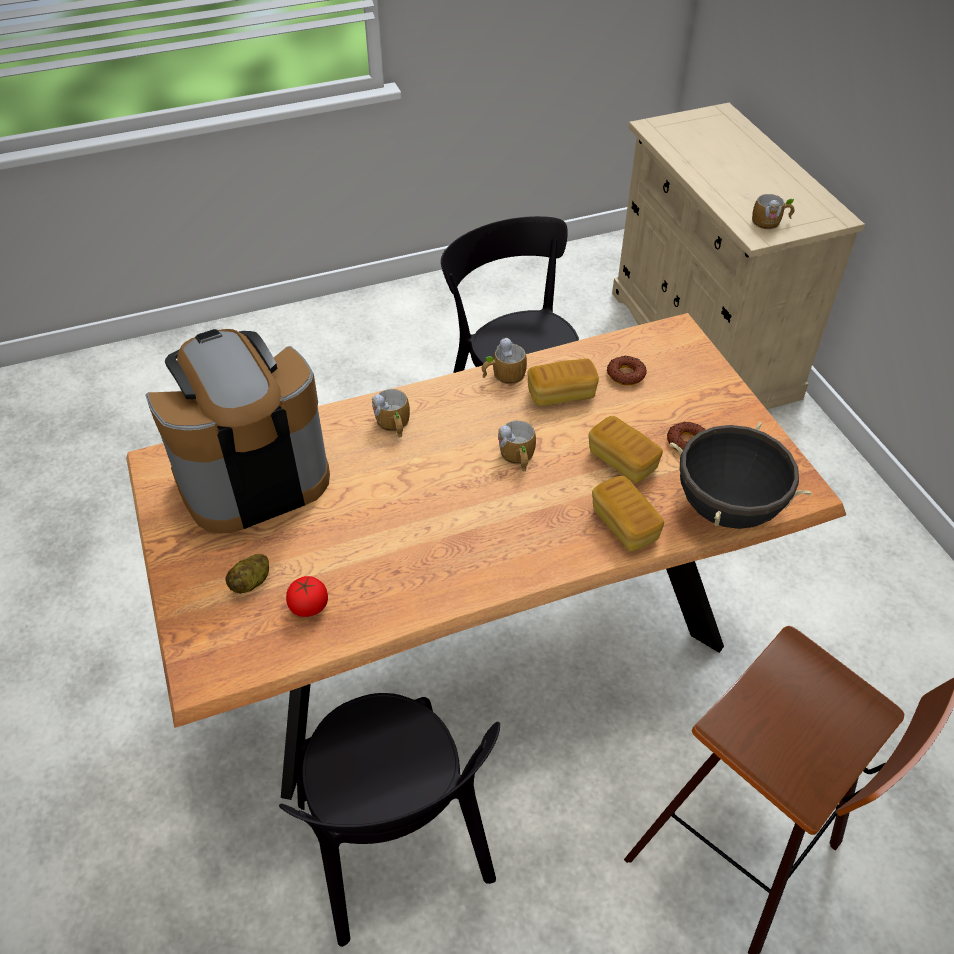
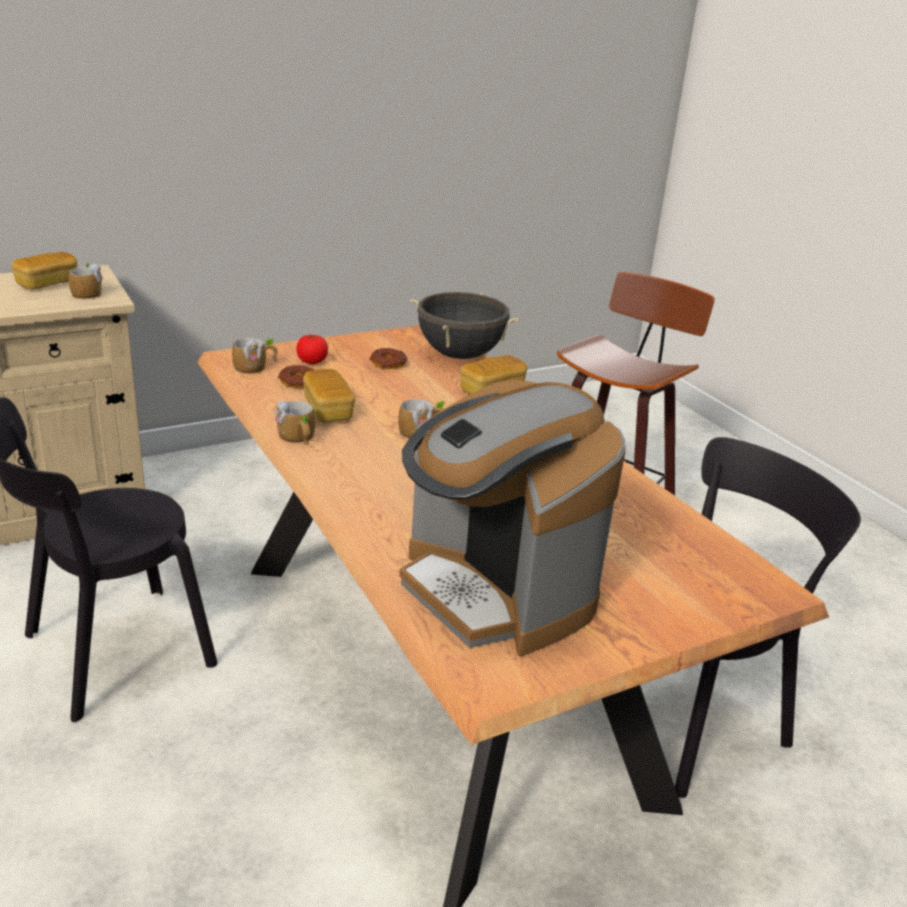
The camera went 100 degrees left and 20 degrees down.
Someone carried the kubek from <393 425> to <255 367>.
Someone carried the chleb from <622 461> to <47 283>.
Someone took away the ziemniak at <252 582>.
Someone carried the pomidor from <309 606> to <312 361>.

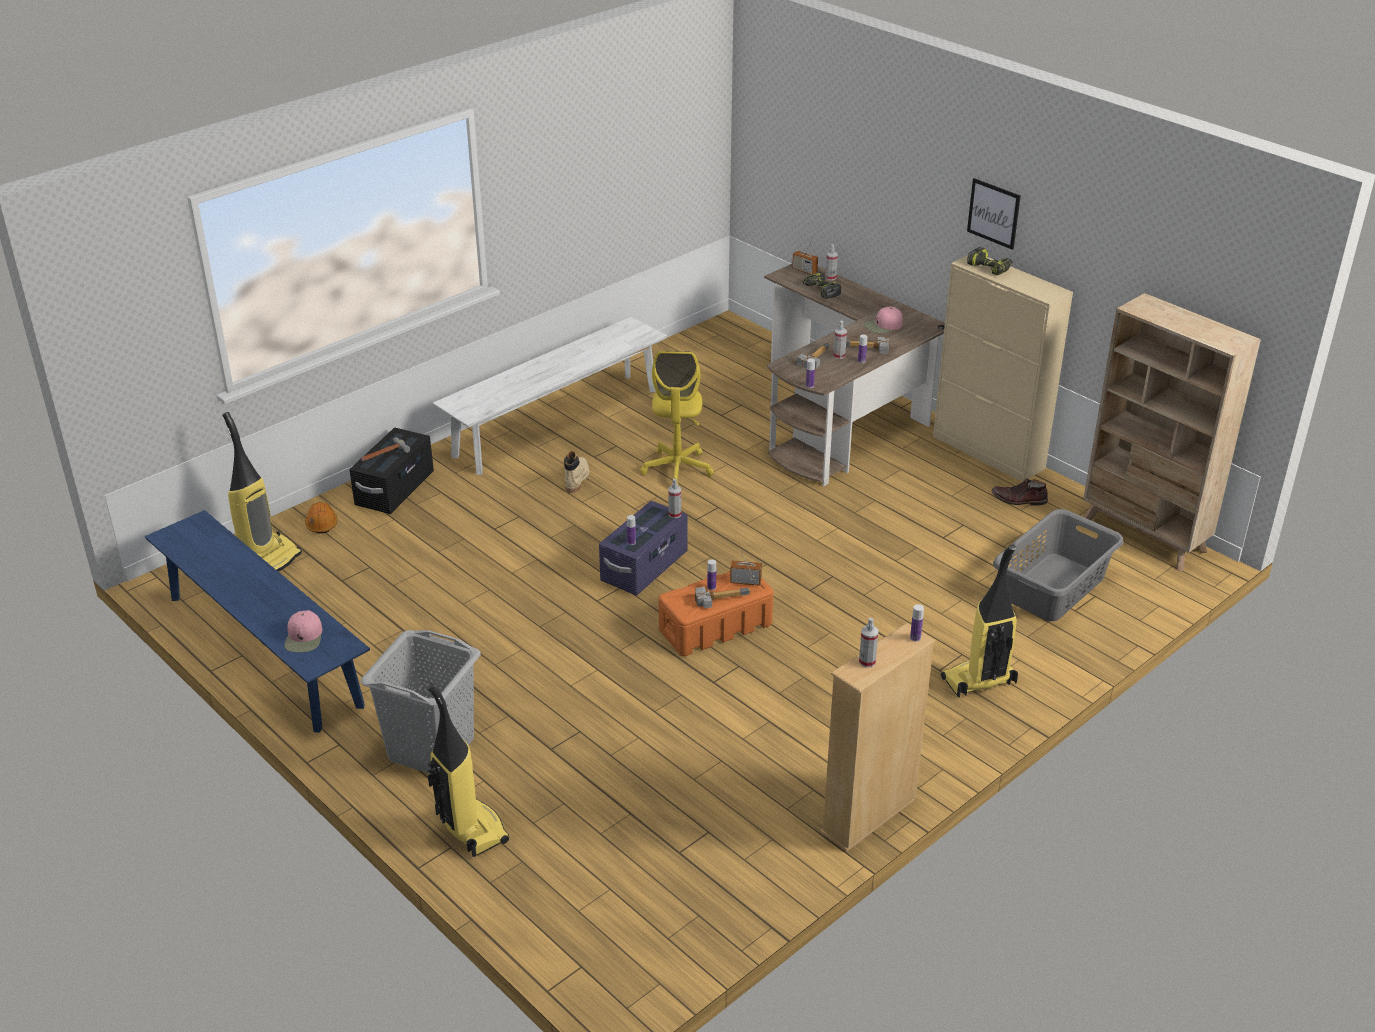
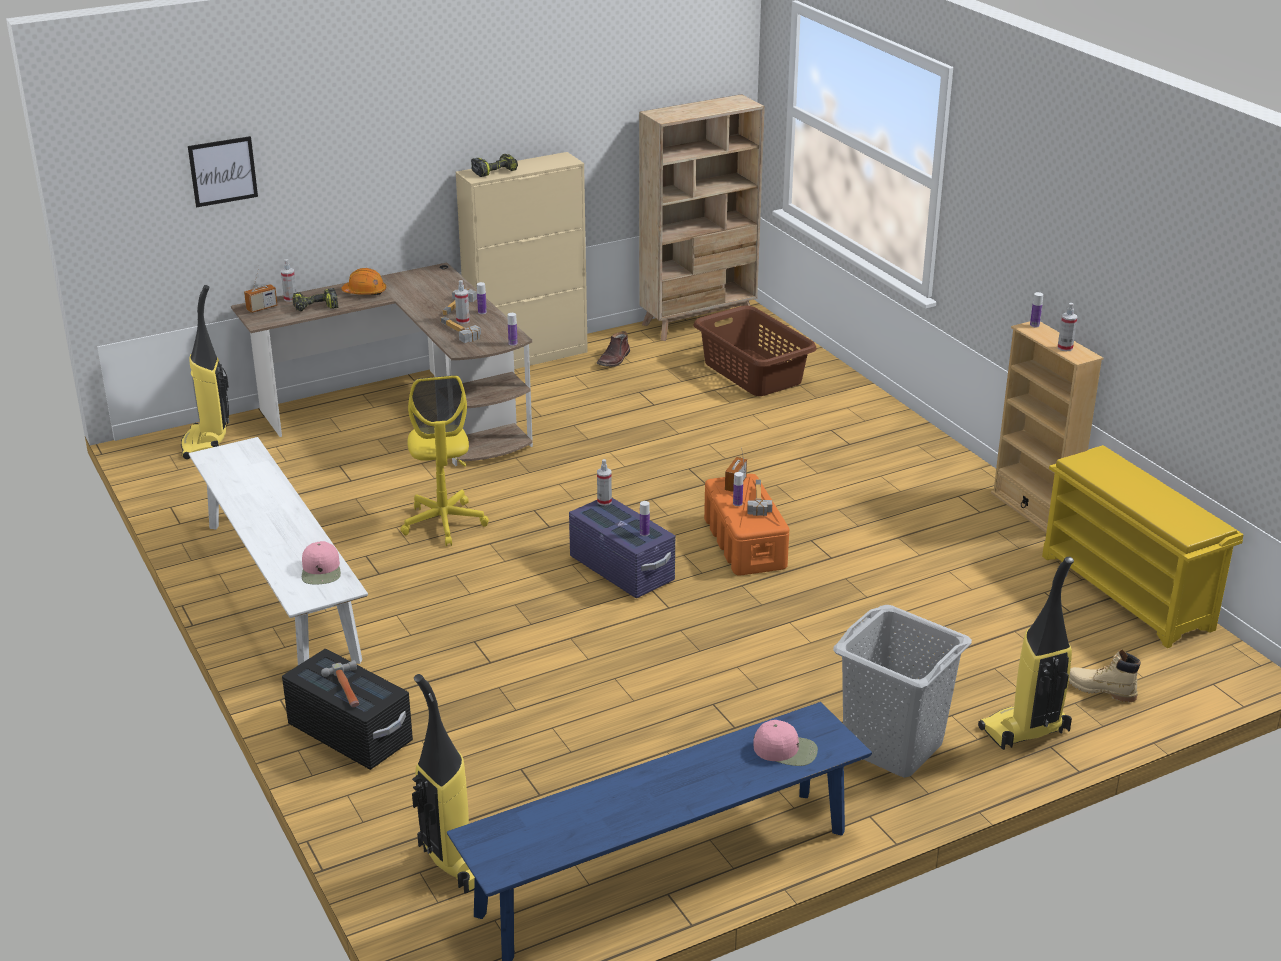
The camera went 75 degrees left and 5 degrees down.
Someone carried the obraz from <993 213> to <223 171>.
Someone carried the czapka z daszkiem (różowy) from <883 325> to <321 570>.
Someone rotated the krzesło biurowe (żółty) at <677 469> by 60 degrees clockwise.
Someone carried the but z cholewką (beżowy) from <576 479> to <1100 690>.
Someone carried the kask (pomarańczowy) from <322 524> to <365 292>.
Someone repainted the kosz na pranie (szary) at <1054 587>, which became the kosz na pranie (brązowy) at <753 372>.
Someone carried the odkurzacz from <978 682> to <206 443>.
Someone put down the regał na buty (żółty) at <1128 592>.

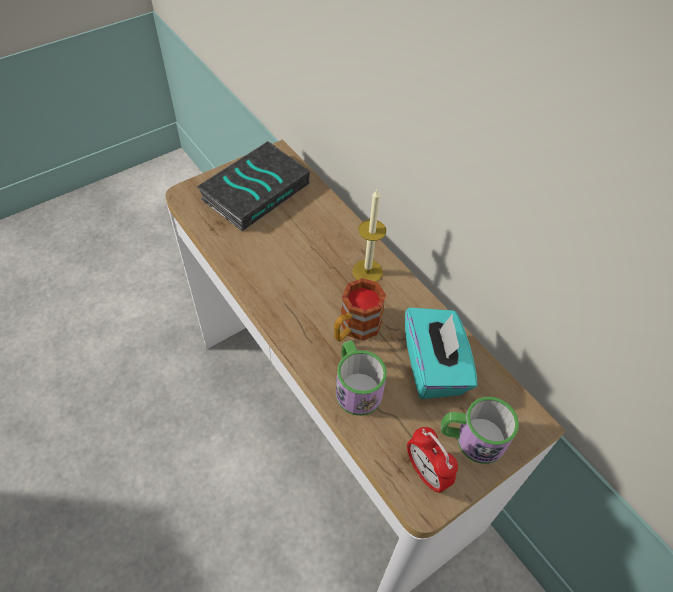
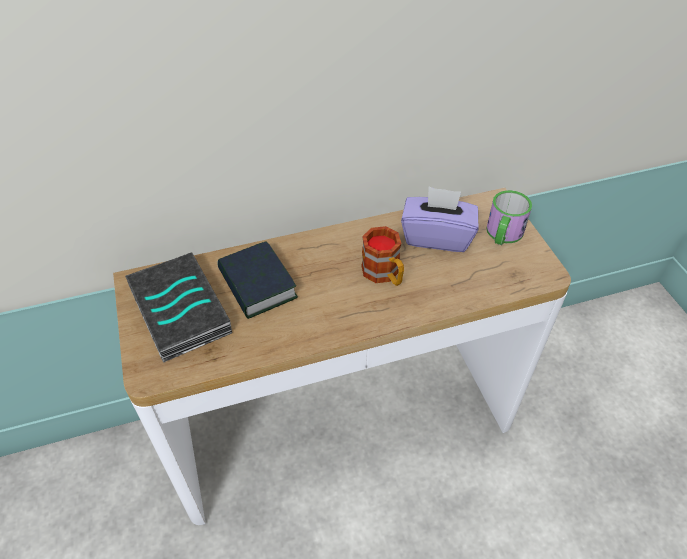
The camera went 70 degrees left and 5 degrees down.
Someone took away the świeca at <367 271>.
Someone repainted the pudełko chusteczek (turkusowy) at <434 367>, which became the pudełko chusteczek (fioletowy) at <437 236>.
Someone took away the kubek at <355 386>.
Someone took away the budzik at <426 472>.
Someone put down the książka at <257 285>.

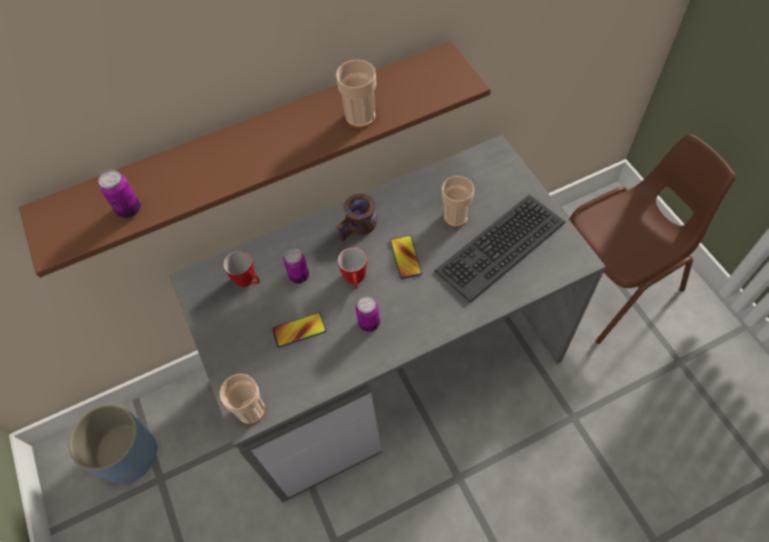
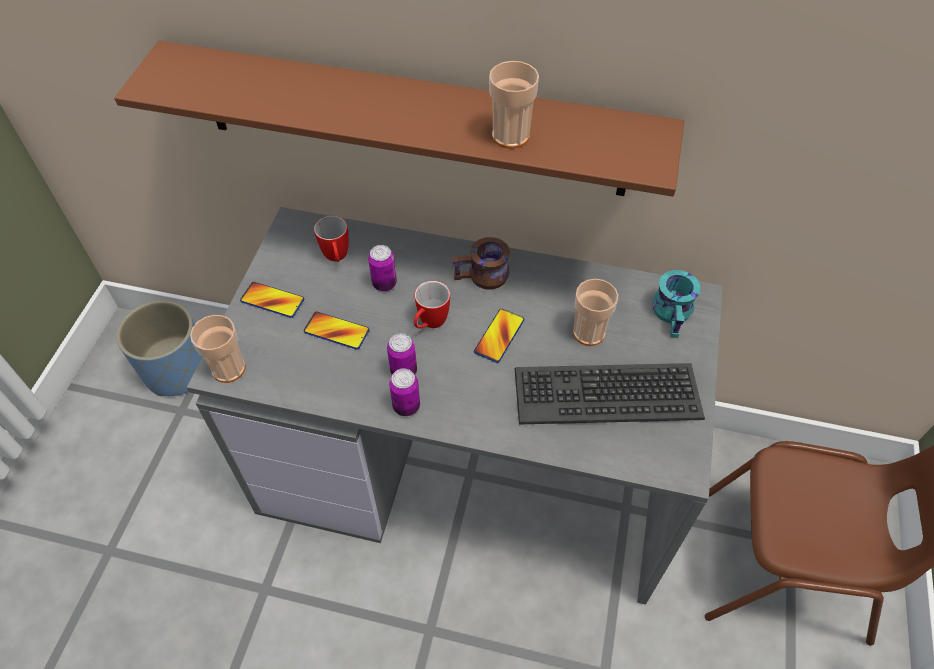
The camera went 35 degrees right and 5 degrees down.
Someone carried the puszka from <129 209> to <406 406>.
Someone put down the kubek (turkusowy) at <675 314>.
Someone put down the telefon at <272 300>.

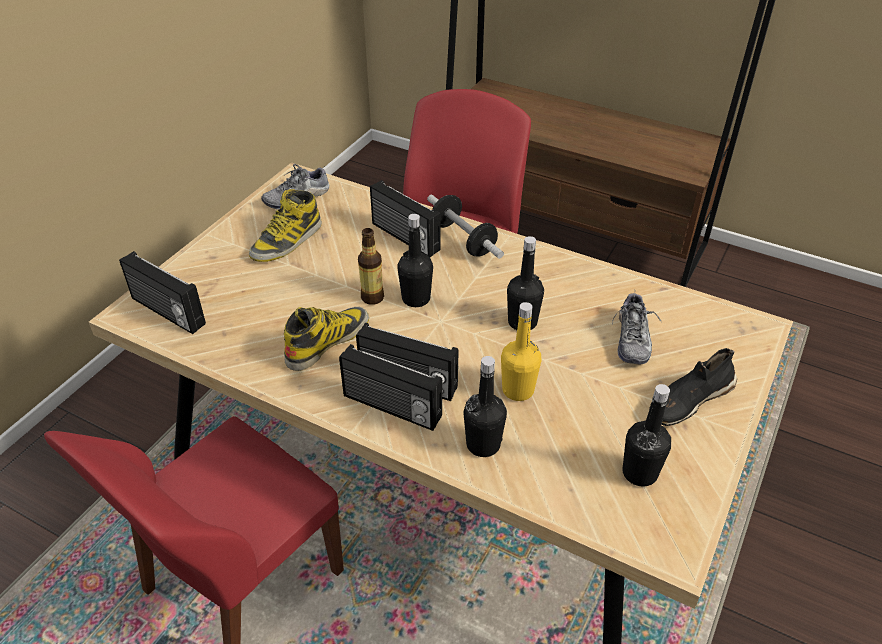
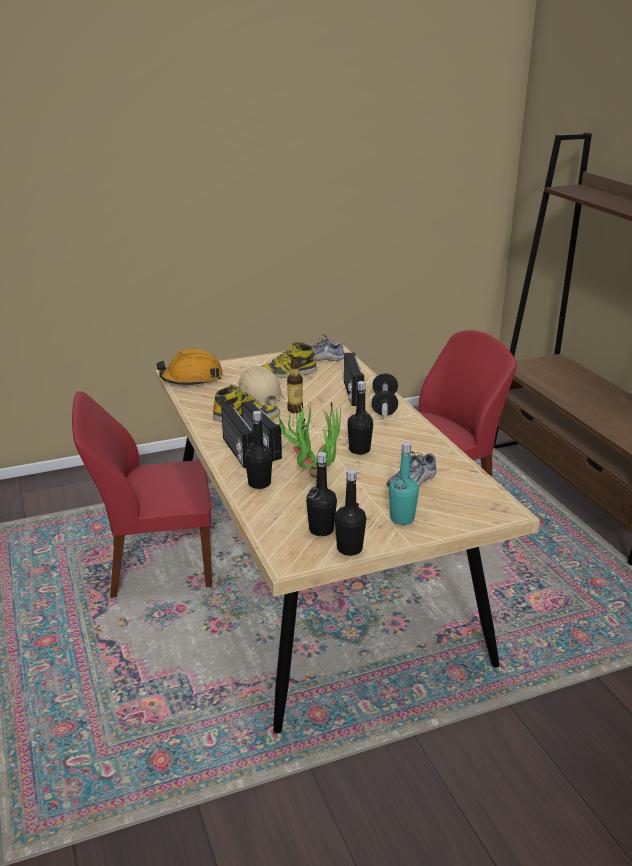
The camera went 40 degrees right and 15 degrees down.
Someone carried the butelka (czarny) from <416 298> to <349 549>.
Someone swapped the radio at <167 312> for the kask (pomarańczowy) at <191 379>.
Someone swapped the butelka (żółty) at <518 390> for the roślina doniczkowa at <311 473>.
Someone swapped the but (czarny) at <689 399> for the butelka (turkusowy) at <402 518>.
Someone put down the kask (beżowy) at <258 394>.

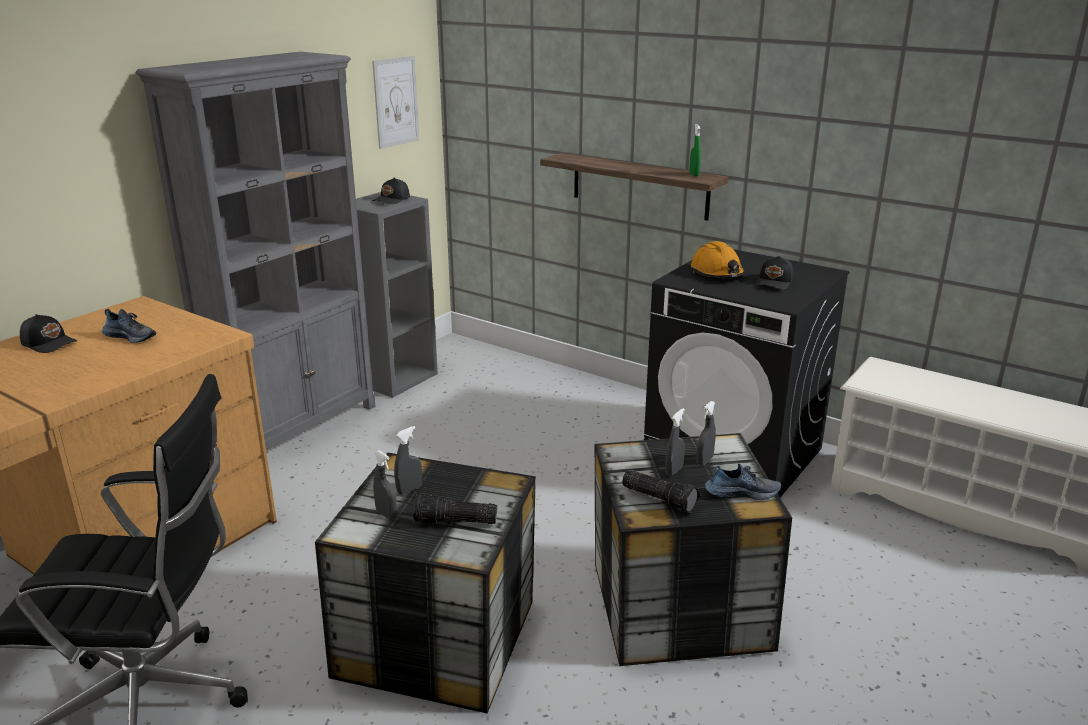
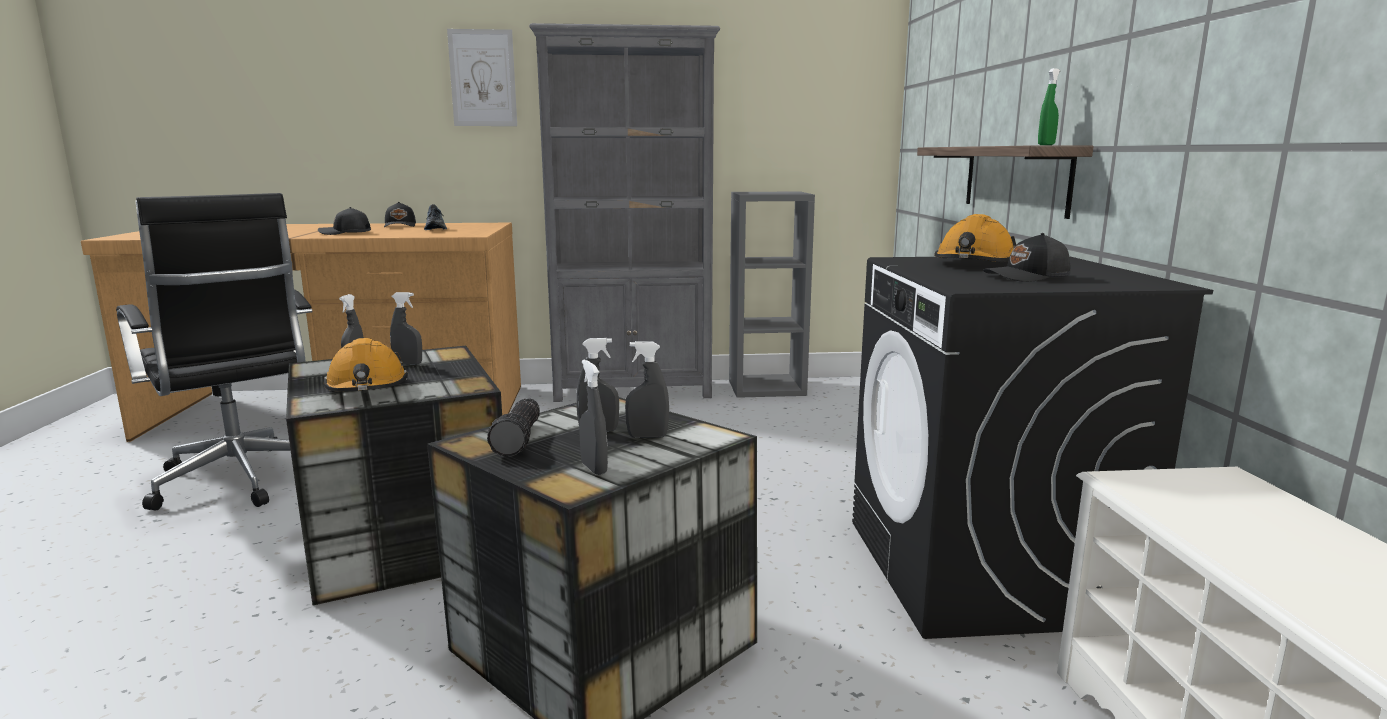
The camera went 50 degrees right and 10 degrees down.
Someone carried the obraz from <396 102> to <483 78>.
Someone carried the czapka z daszkiem (czarny) from <392 200> to <345 233>.
Someone swapped the but at <741 492> for the spryskiwacz (szary) at <594 468>.
Someone swapped the latarka at <455 522> for the kask (pomarańczowy) at <367 387>.

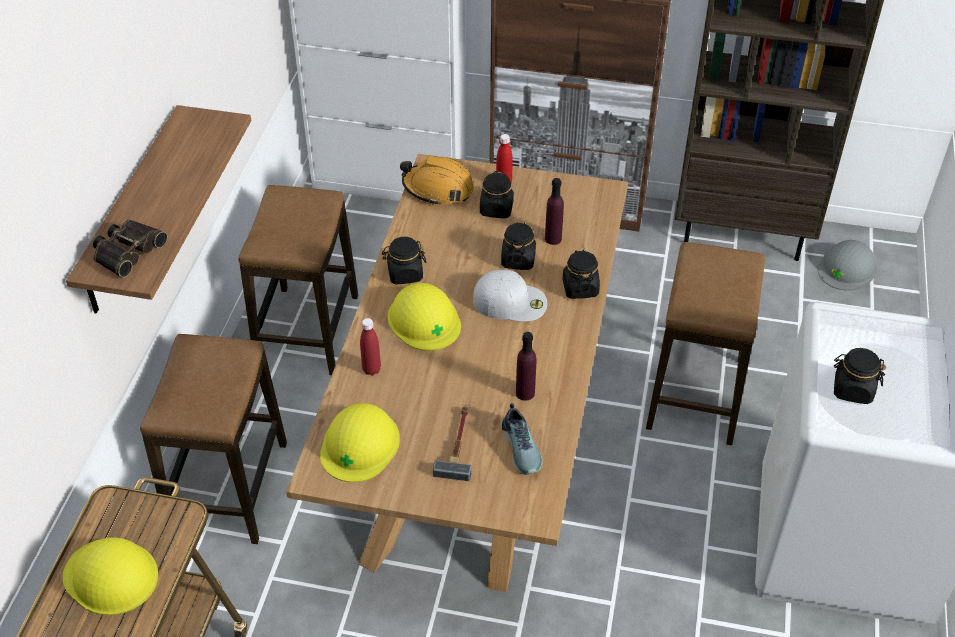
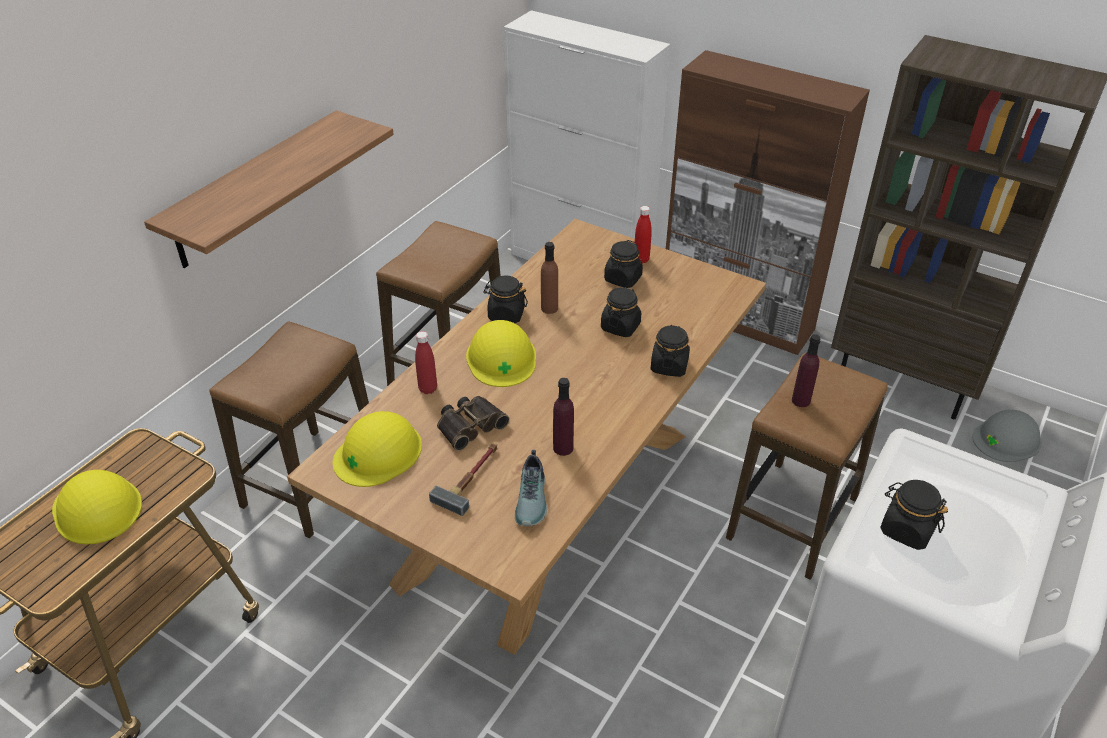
The camera went 20 degrees right and 5 degrees down.
Someone took away the kask (pomarańczowy) at <438 188>.
Someone carried the butelka (fioletowy) from <553 239> to <801 401>.
Someone carried the lornetka from <127 251> to <469 425>.
Someone took away the czapka z daszkiem (biały) at <511 301>.
Someone put down the butelka (brązowy) at <549 308>.

